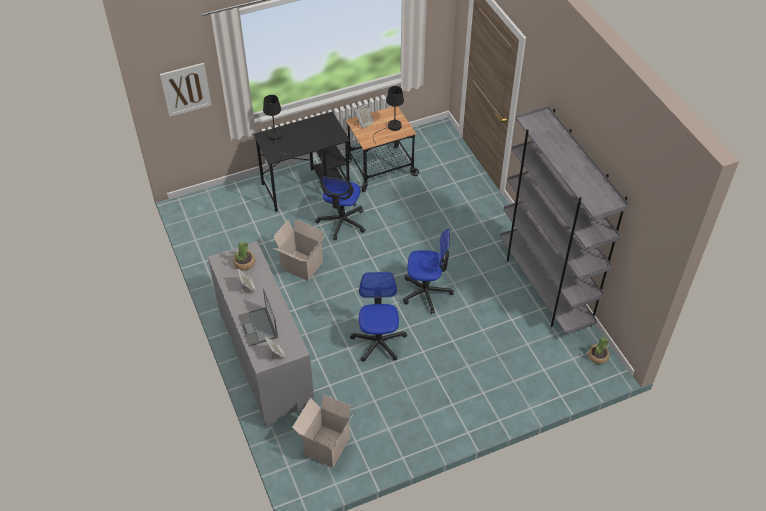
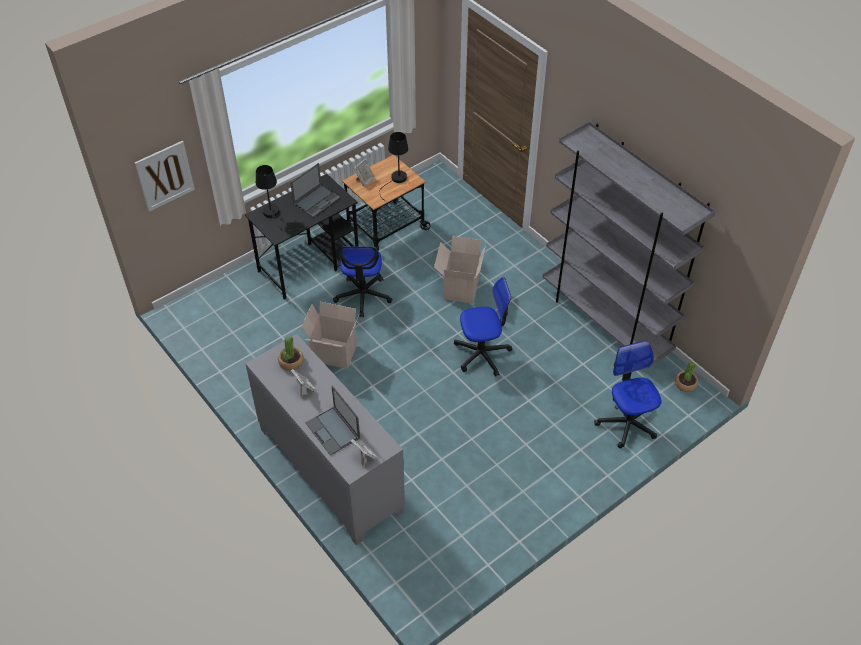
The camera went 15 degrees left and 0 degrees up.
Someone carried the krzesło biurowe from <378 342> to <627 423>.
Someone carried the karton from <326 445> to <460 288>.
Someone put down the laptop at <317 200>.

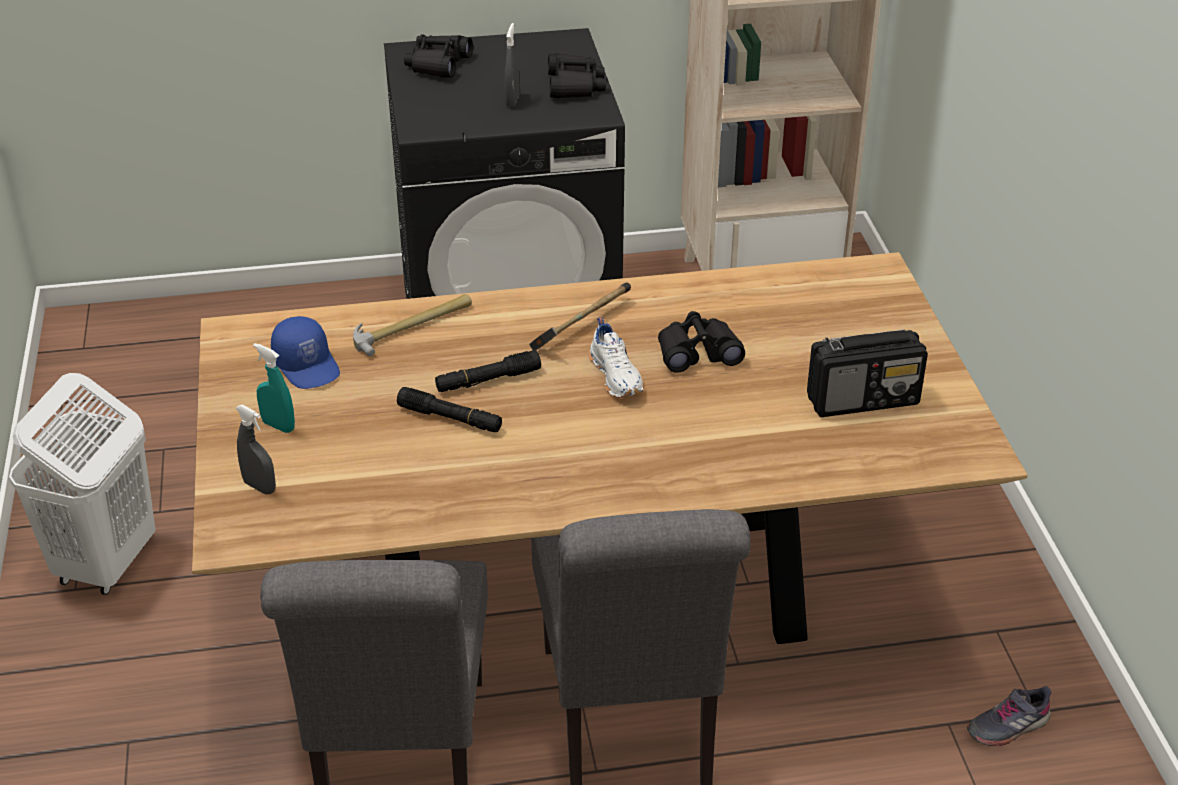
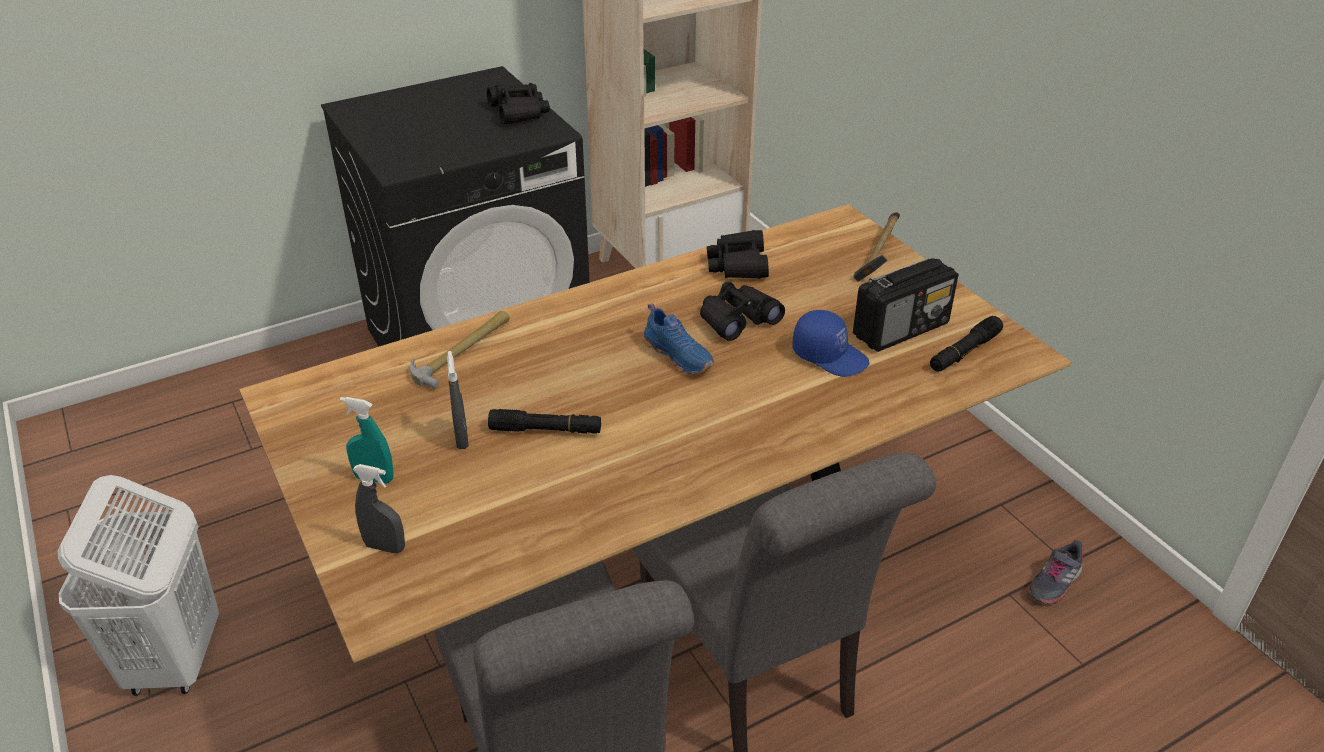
The camera went 20 degrees left and 0 degrees up.
Someone carried the spryskiwacz (szary) from <512 101> to <462 438>.
Someone carried the lornetka (czarny) from <438 65> to <738 264>.
Someone carried the młotek from <580 328> to <878 256>.
Someone carried the czapka z daszkiem (niebieski) from <308 365> to <830 355>.
Someone repainted the but (biały) at <617 376>, which became the but (niebieski) at <679 355>.
Someone carried the latarka (czarny) from <488 380> to <964 352>.

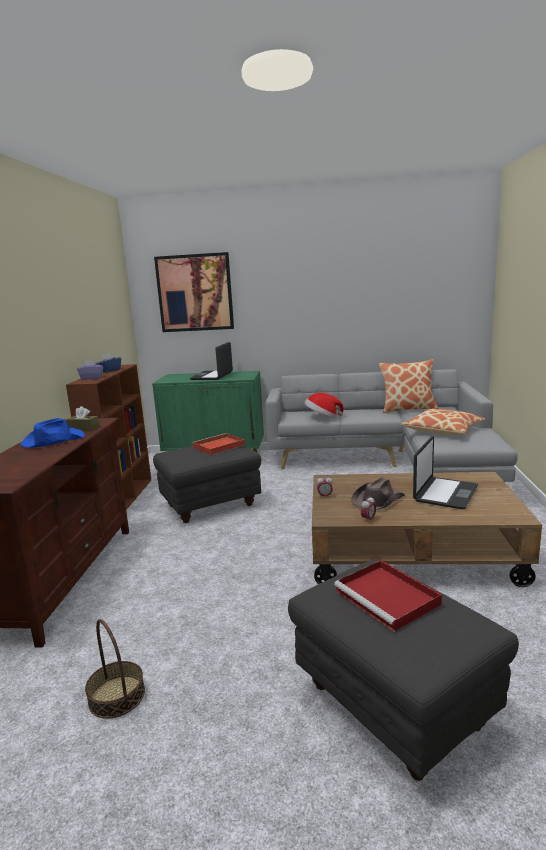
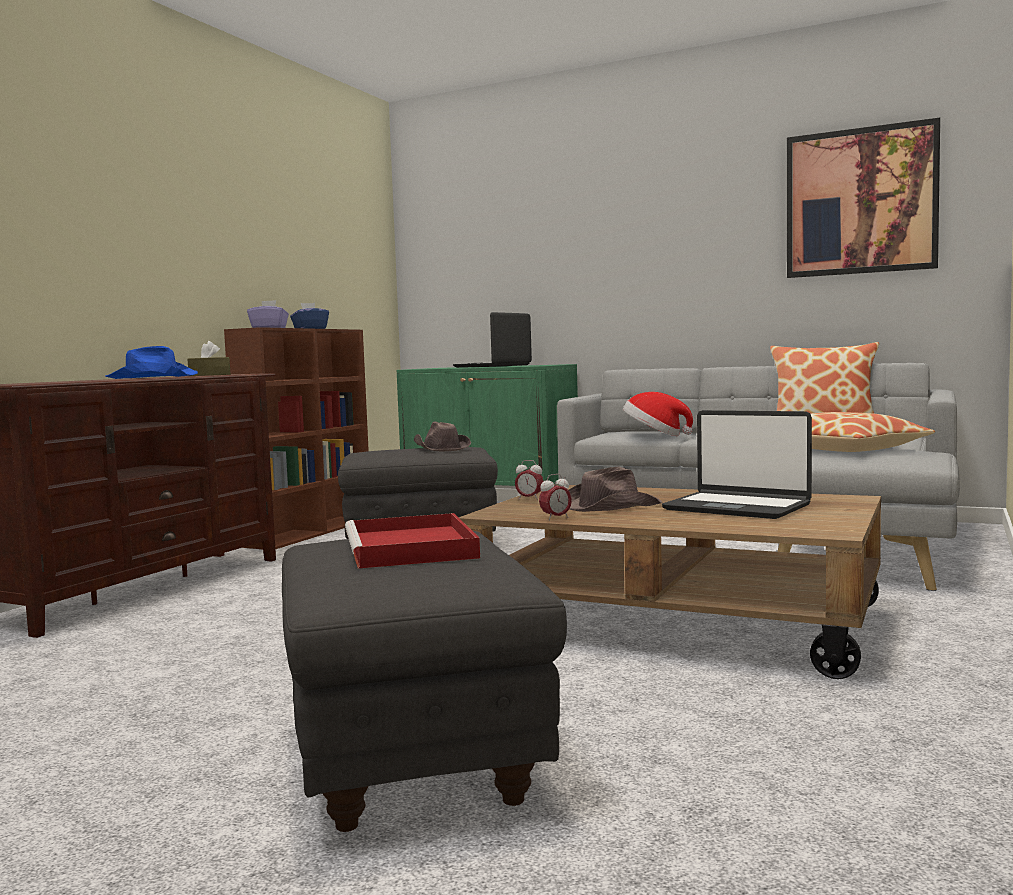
The camera went 20 degrees right and 10 degrees down.
Someone carried the obraz from <195 293> to <860 201>.
Someone swapped the taca (czerwony) at <218 446> for the kapelusz (brązowy) at <440 448>.
Someone rotated the laptop at <445 494> by 75 degrees clockwise.
Someone took away the koszyk at <116 696>.

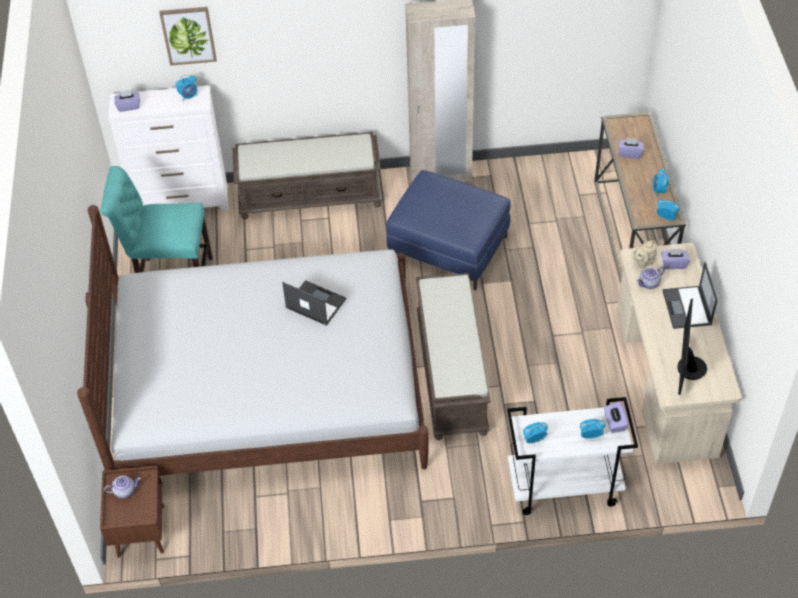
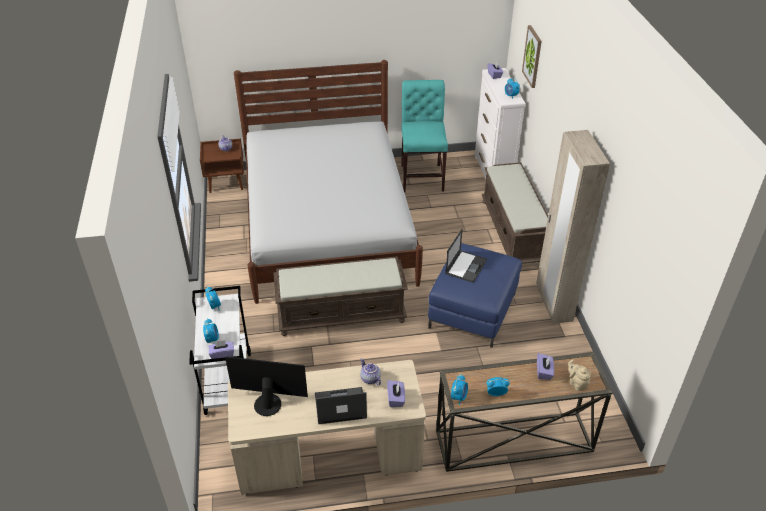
The camera went 85 degrees right and 10 degrees down.
Someone carried the imbryk (beżowy) from <643 262> to <577 383>.
Someone carried the laptop from <315 303> to <466 266>.

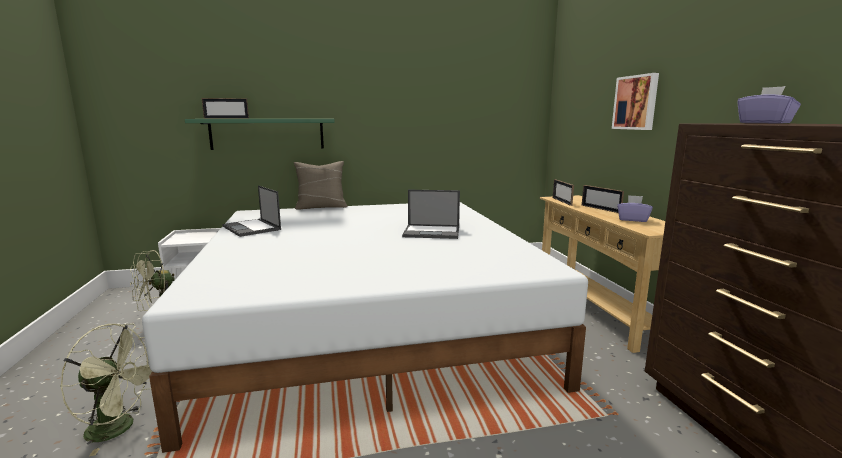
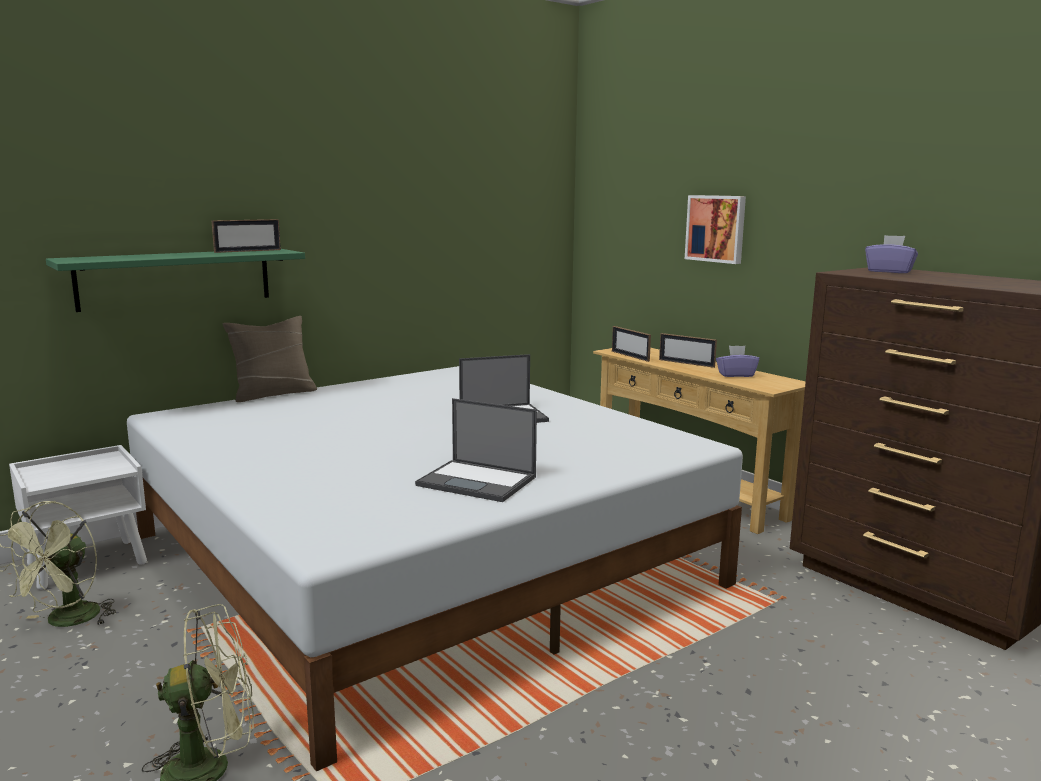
The camera went 25 degrees left and 0 degrees up.
Someone carried the ramka na zdjęcie from <226 118> to <248 251>.
Someone carried the laptop from <252 228> to <478 481>.

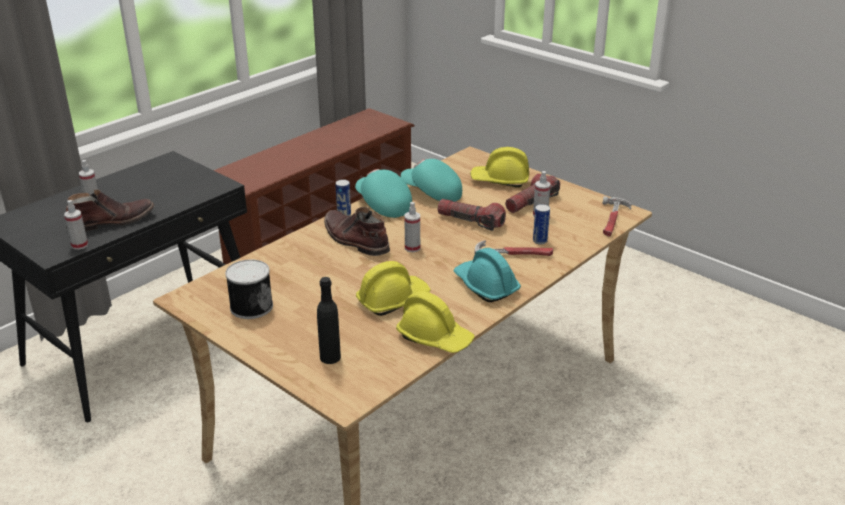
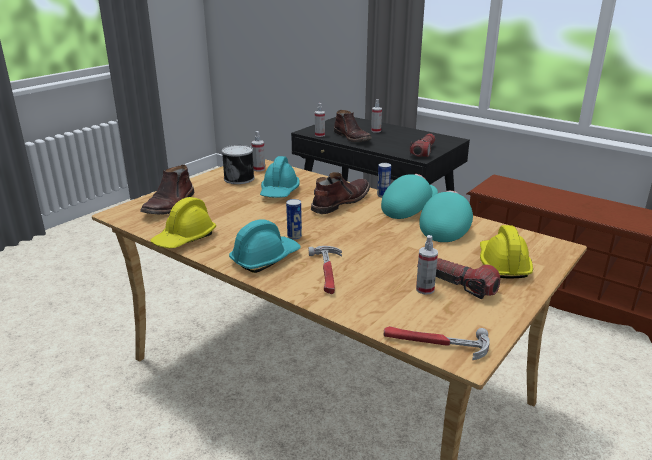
The camera went 85 degrees right and 5 degrees down.
Someone carried the latarka from <471 221> to <423 151>.
Someone carried the spryskiwacz from <412 248> to <259 169>.
Someone carried the puszka from <540 241> to <294 236>.
Someone took away the kask (żółty) at <392 300>.
Someone swapped the butelka (czarny) at <330 357> for the but z cholewką (brązowy) at <170 205>.
Someone put down the kask (turkusowy) at <279 192>.

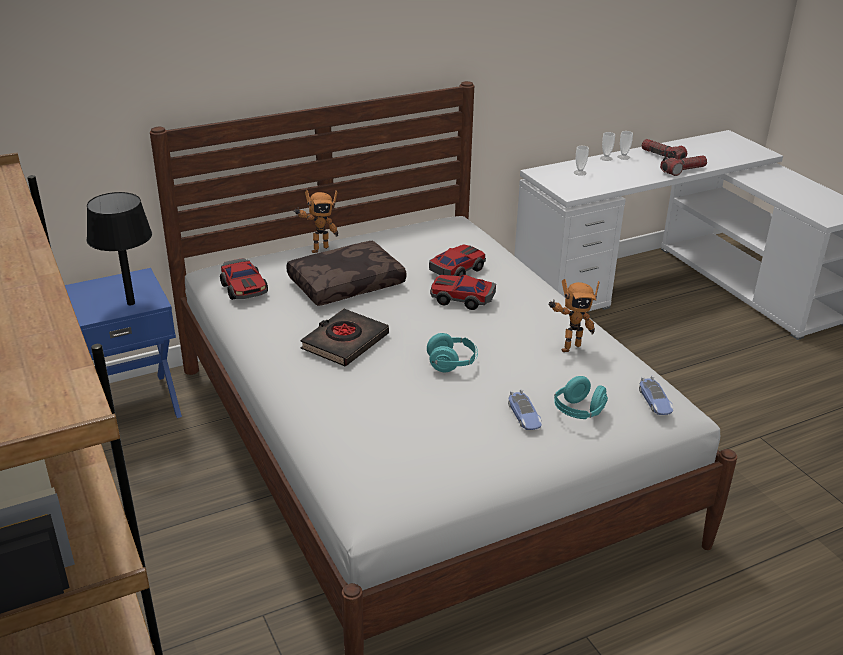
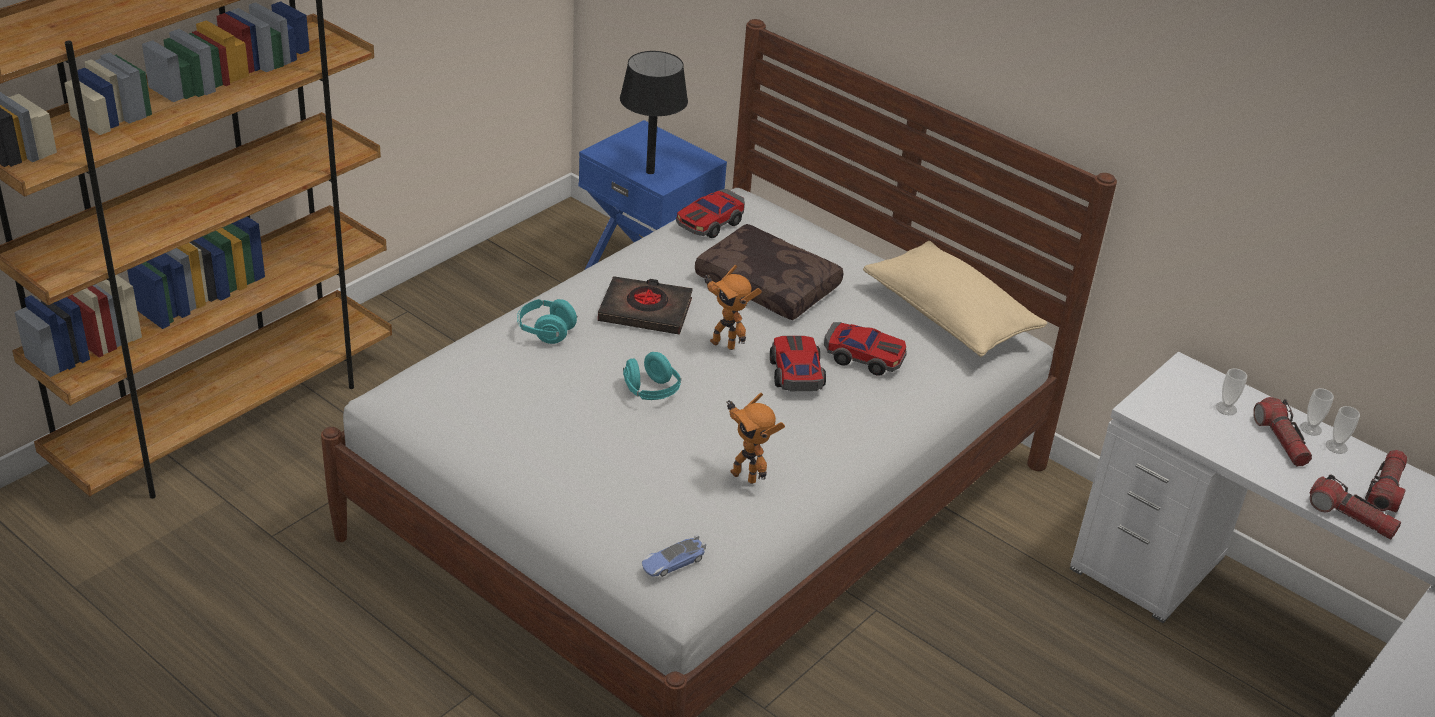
The camera went 65 degrees right and 5 degrees up.
Someone carried the robot zabawkowy from <318 249> to <724 343>.
Someone carried the słuchawki (turkusowy) from <579 412> to <545 331>.
Someone took away the samochodzik at <524 415>.
Someone put down the poduszka (beżowy) at <949 317>.
Someone put down the latarka at <1281 440>.

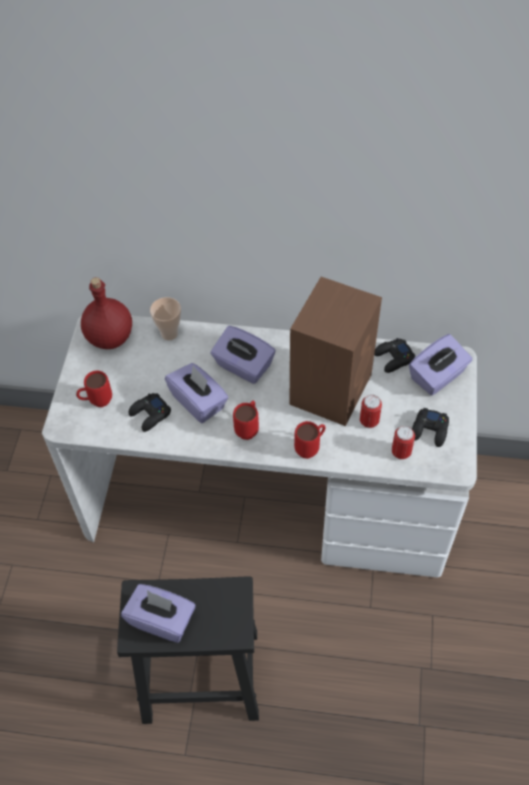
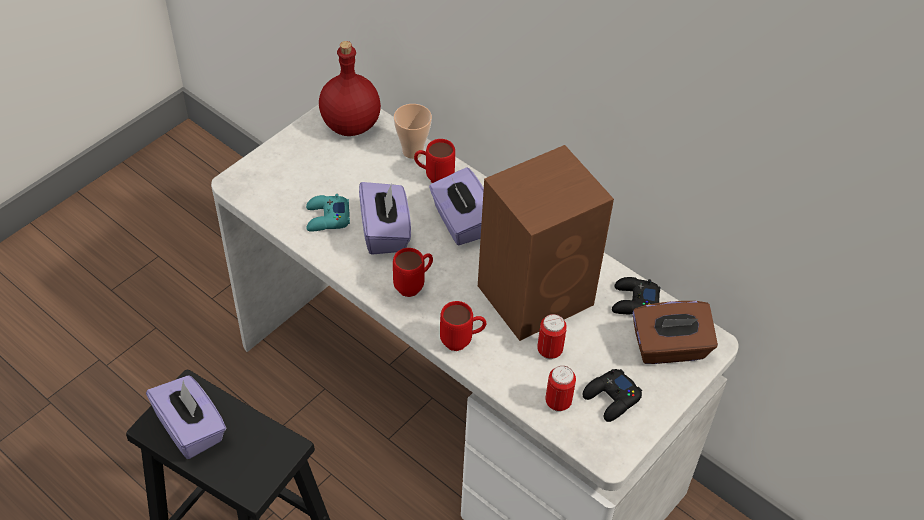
The camera went 30 degrees right and 5 degrees down.
Someone repainted the pudełko chusteczek (fioletowy) at <437 376>, which became the pudełko chusteczek (brązowy) at <669 348>.
Someone carried the kubek (czerwony) from <96 402> to <434 177>.
Someone repainted the pad do gier (czarny) at <150 415>, which became the pad do gier (turkusowy) at <327 218>.

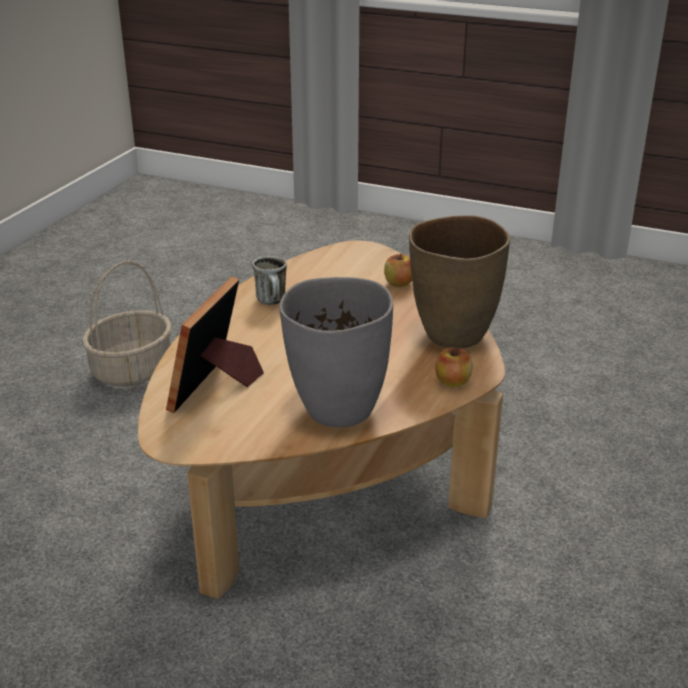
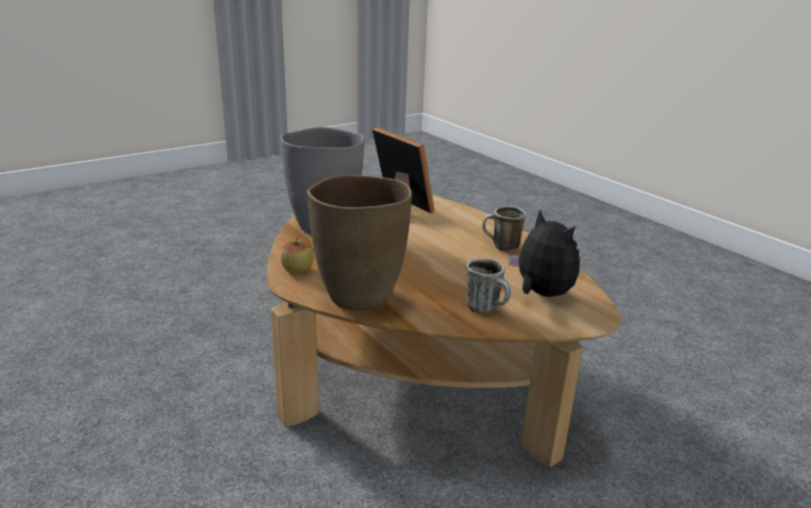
The camera went 120 degrees right and 5 degrees down.
Someone swapped the jabłko at <399 283> for the kubek at <487 309>.
Someone took away the koszyk at <132 371>.
Someone put down the pluszak at <540 294>.

